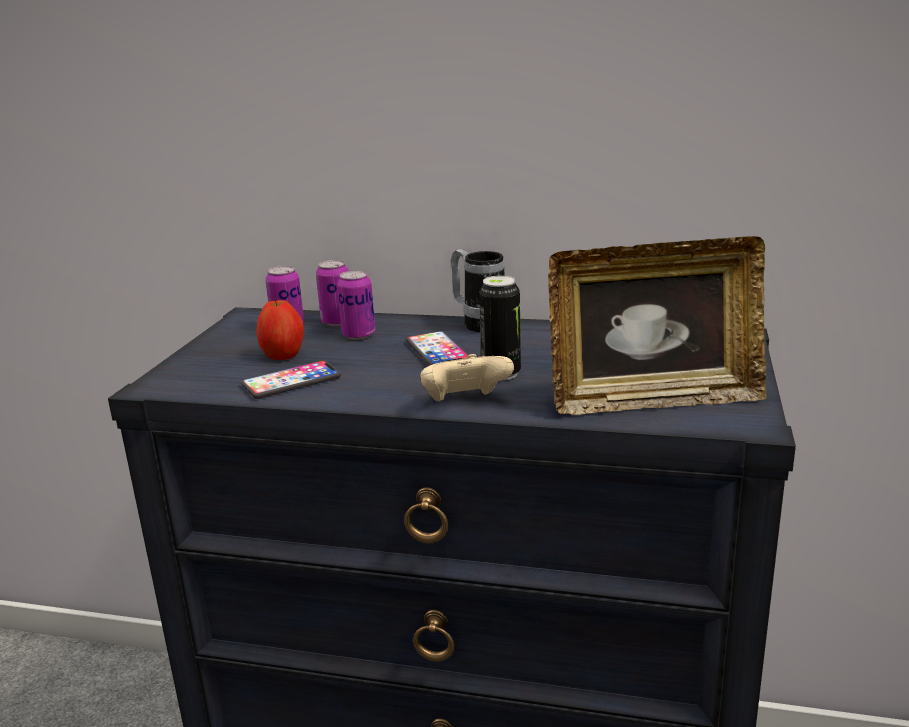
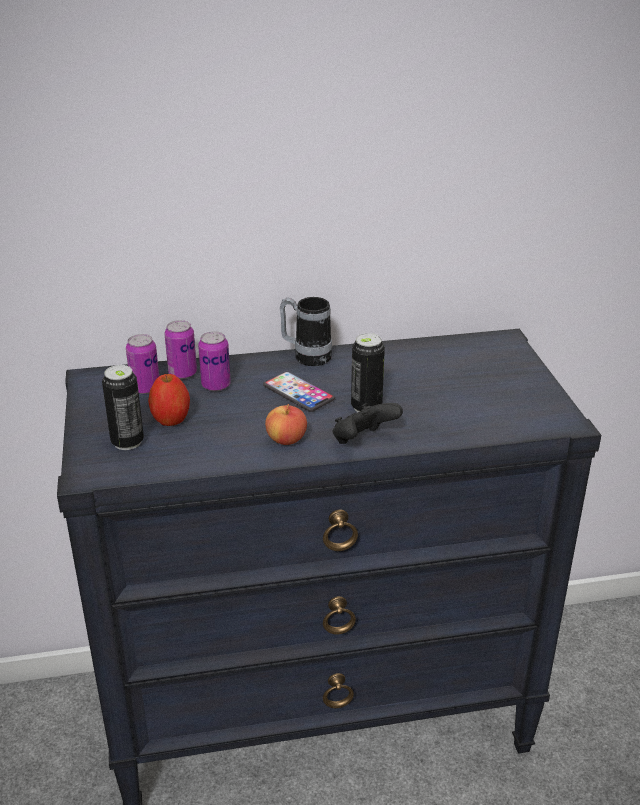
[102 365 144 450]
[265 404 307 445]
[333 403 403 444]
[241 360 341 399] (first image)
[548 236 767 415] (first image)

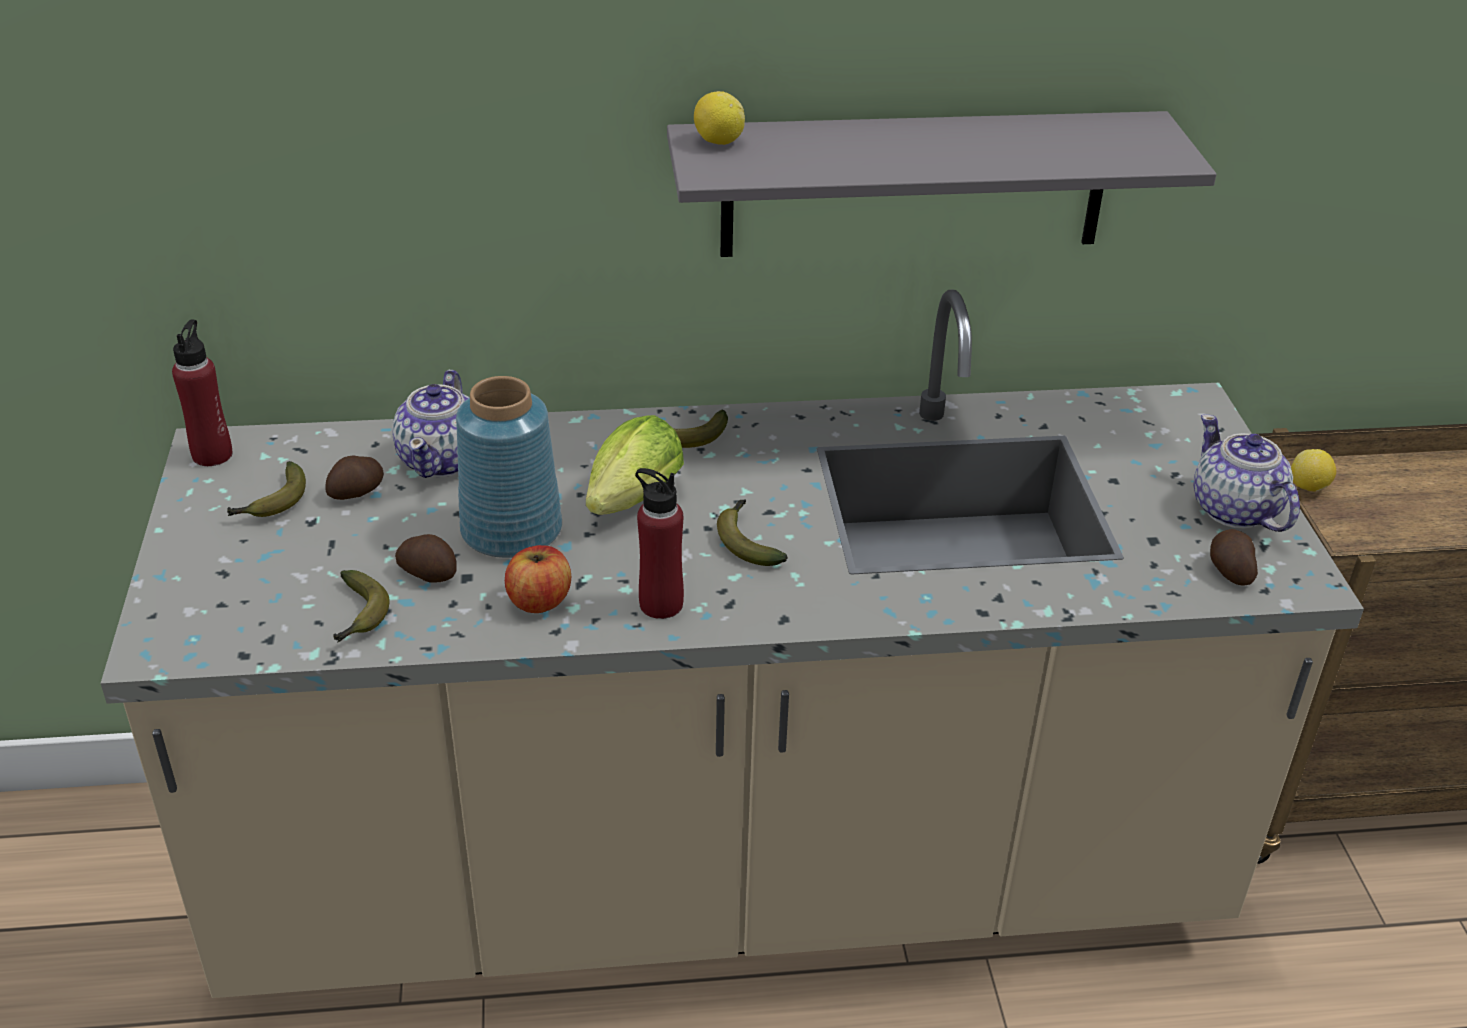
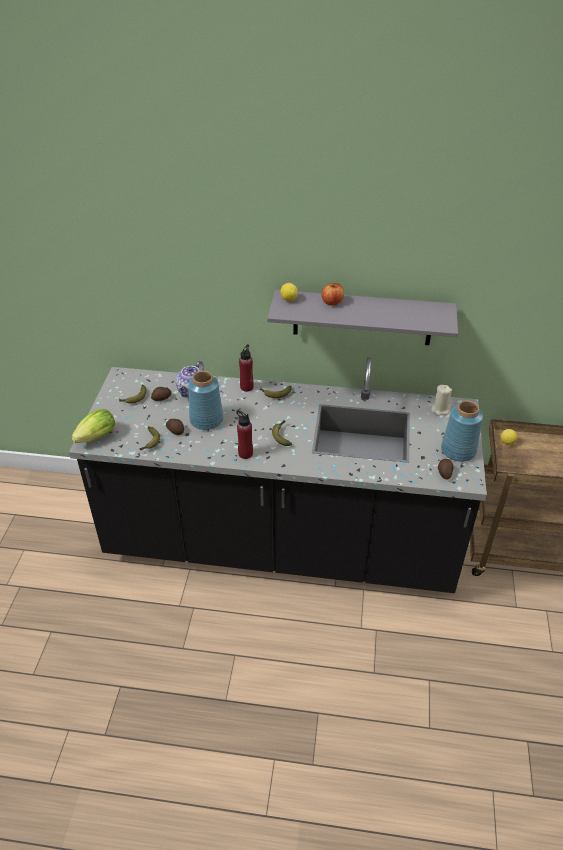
[69 357 487 593]
[71 409 115 443]
[239 344 254 392]
[322 283 344 305]
[431 385 452 416]
[441 400 483 462]

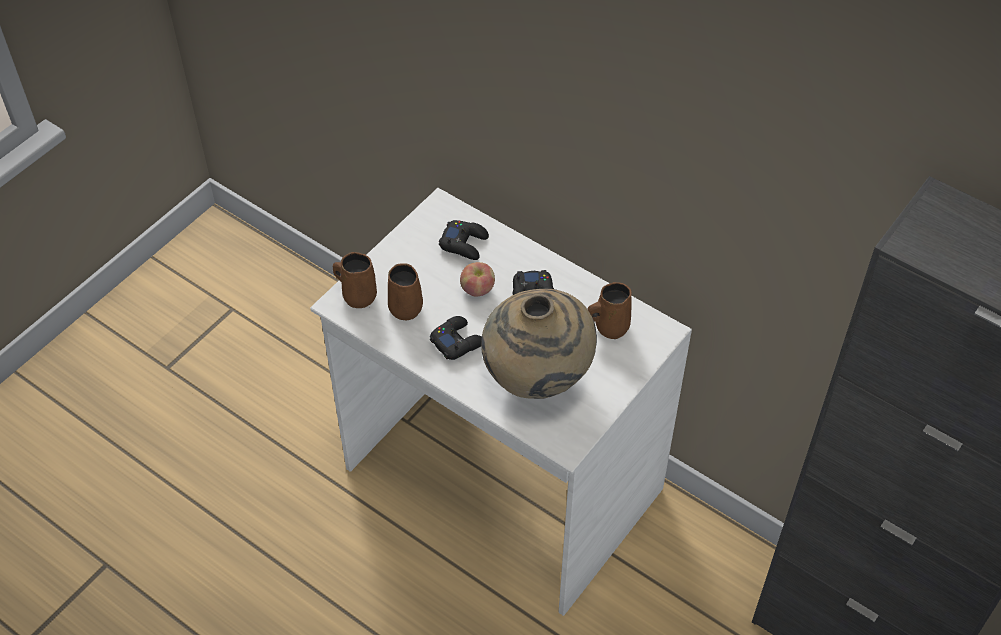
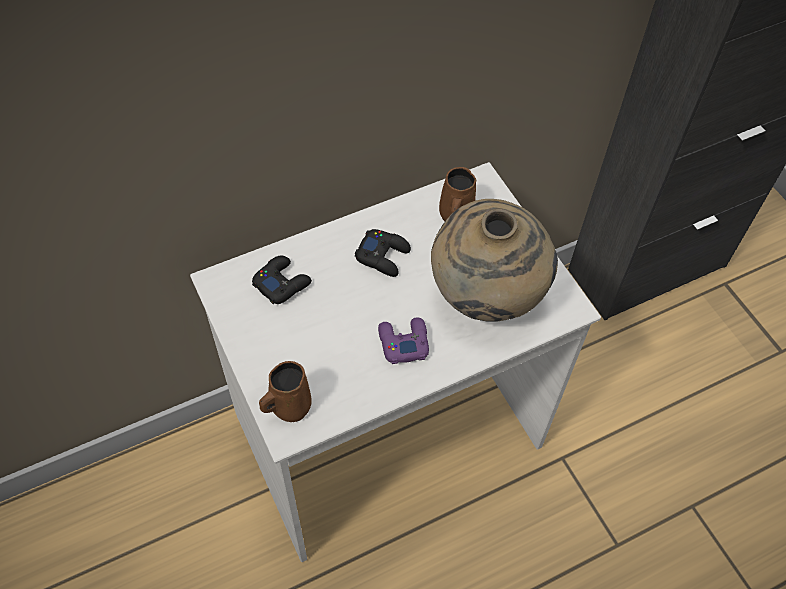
[378 317 429 364]
[388 263 423 320] (first image)
[460 262 495 297] (first image)

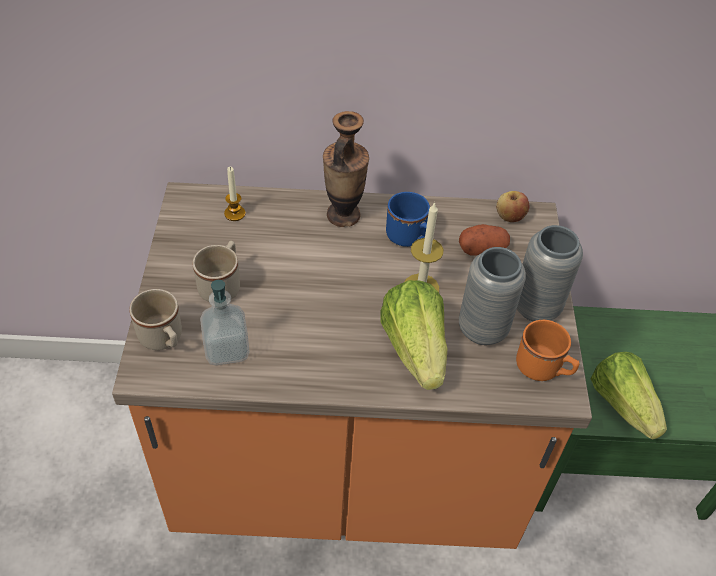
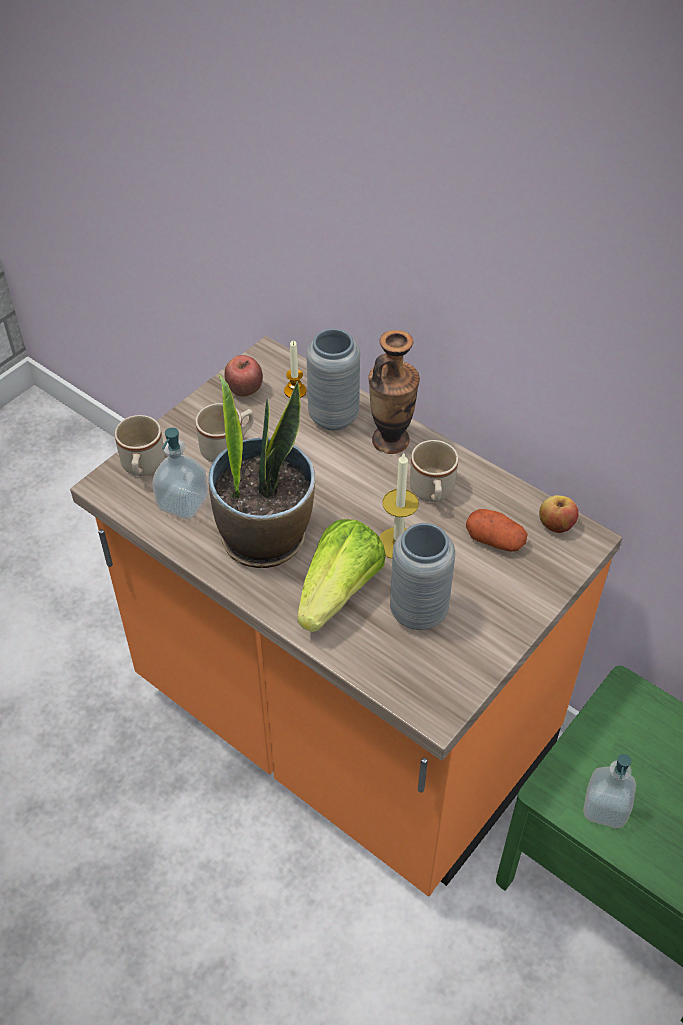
[209 374 316 568]
[224 355 263 397]
[306 329 360 430]
[410 440 458 502]
[583 754 636 828]
[516 320 580 381] (first image)

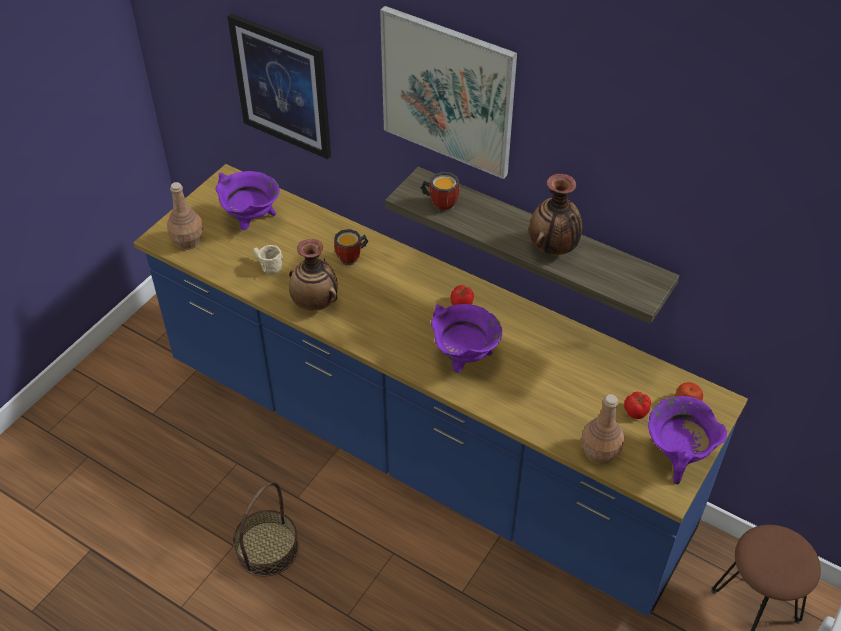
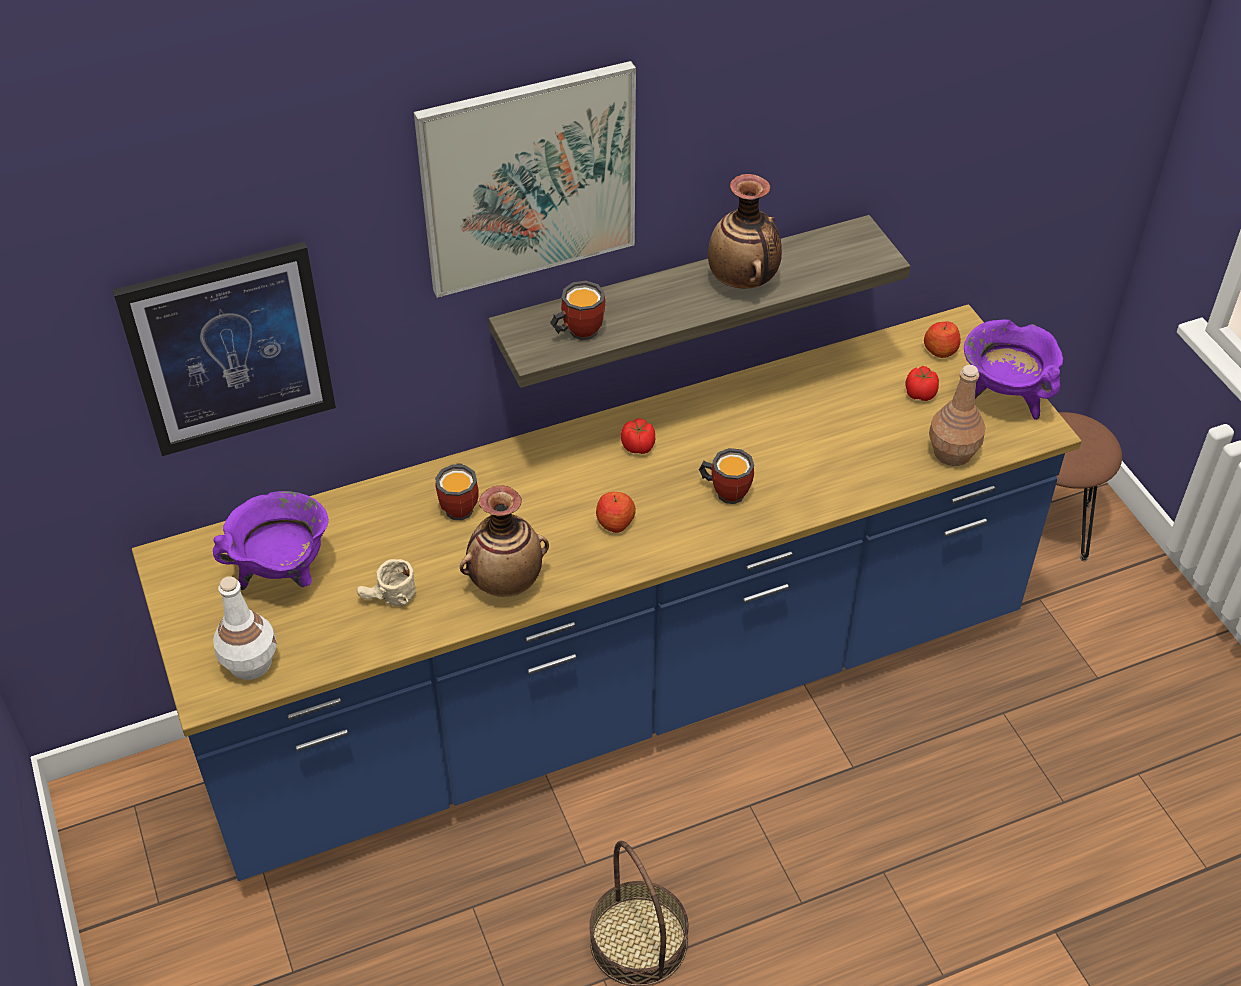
[213 576 277 680]
[596 492 636 533]
[699 448 754 504]

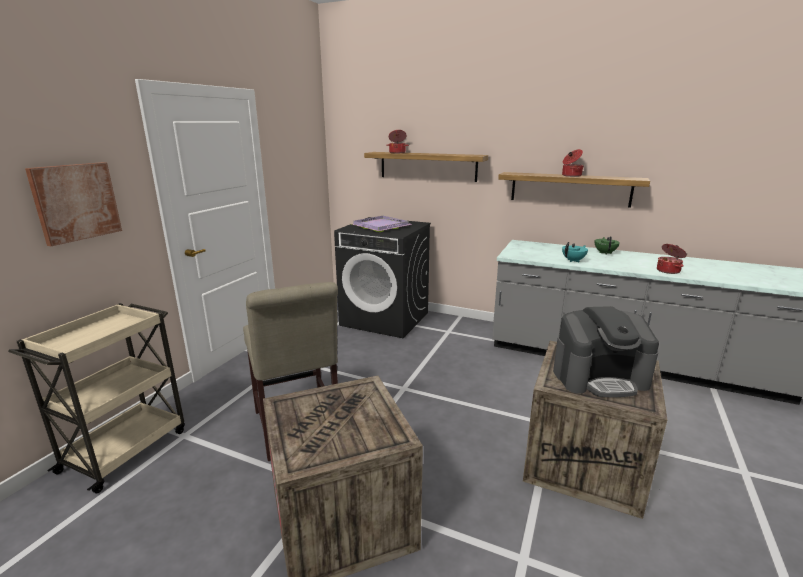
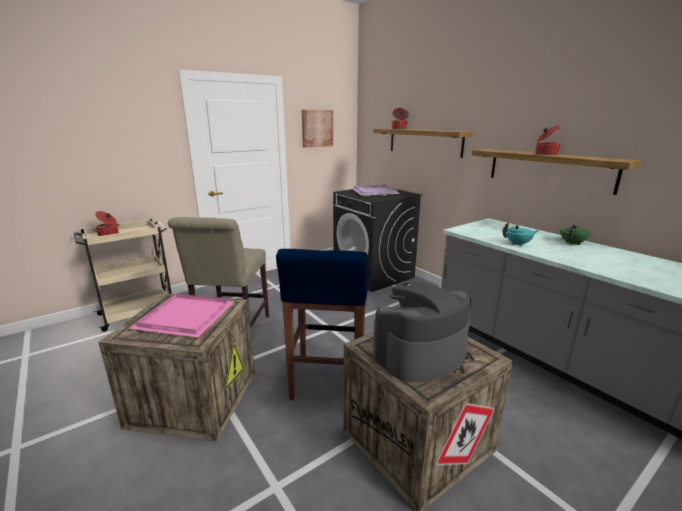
[94 211 120 236]
[130 294 234 337]
[276 249 369 400]
[302 110 333 148]
[373 281 471 383]

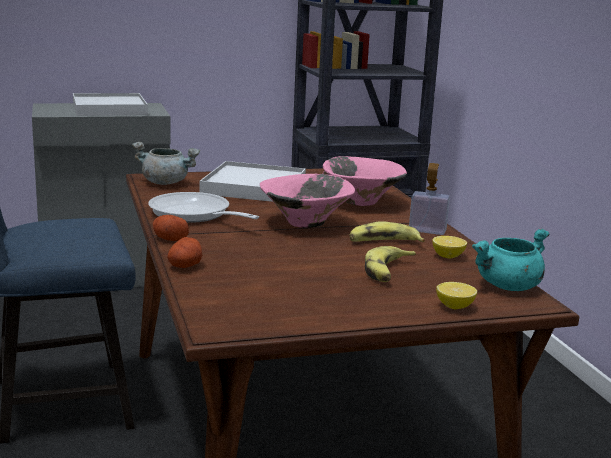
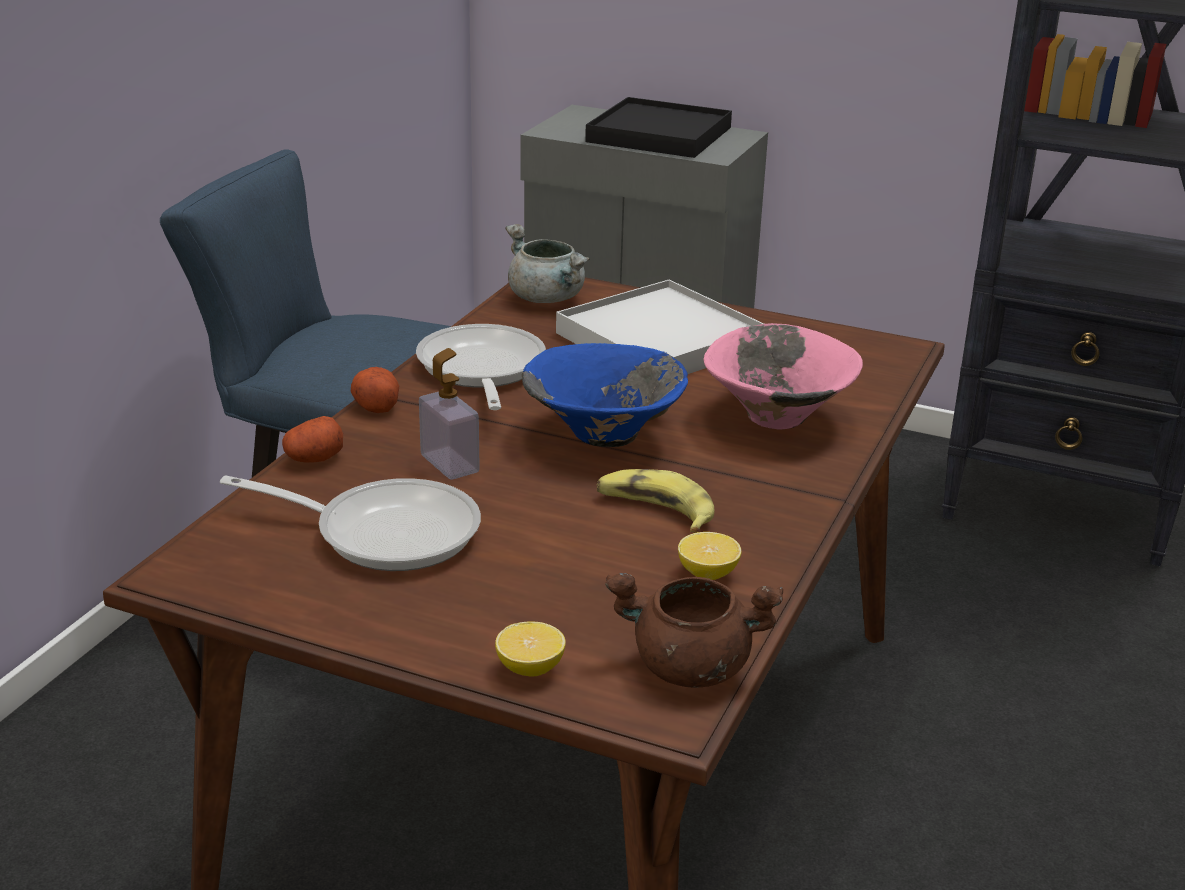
[220 475 481 571]
[419 348 480 480]
[522 343 688 447]
[585 97 732 158]
[605 573 783 688]
[365 246 416 282] (first image)

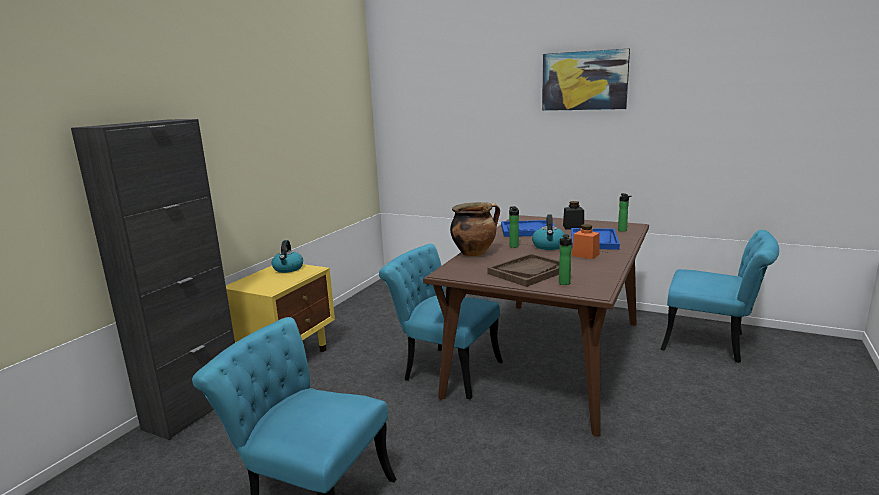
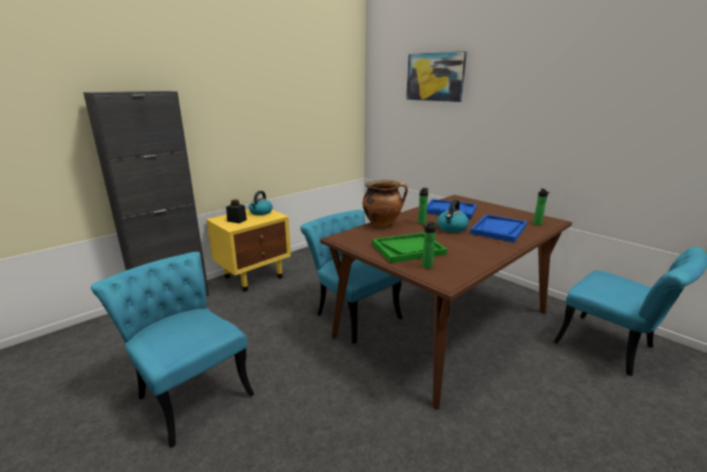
[226 199 247 223]
[372 232 447 263]
[406 51 467 102]
[572 224 599 259] (first image)

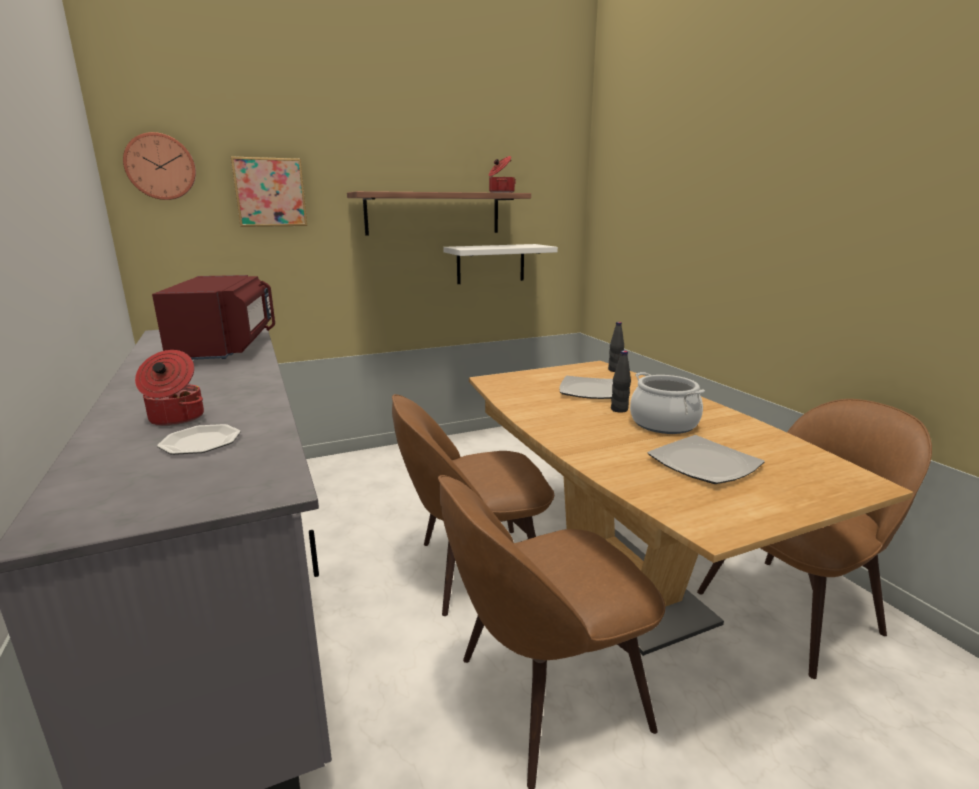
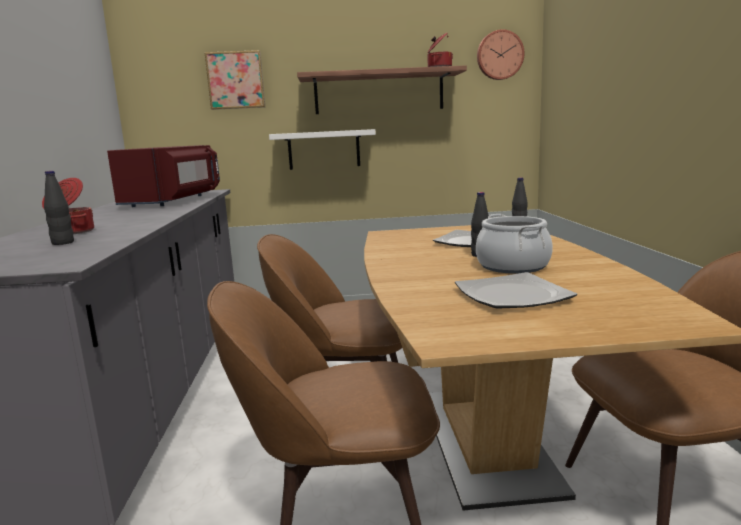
[44 171 74 245]
[269 129 376 170]
[477 29 525 80]

